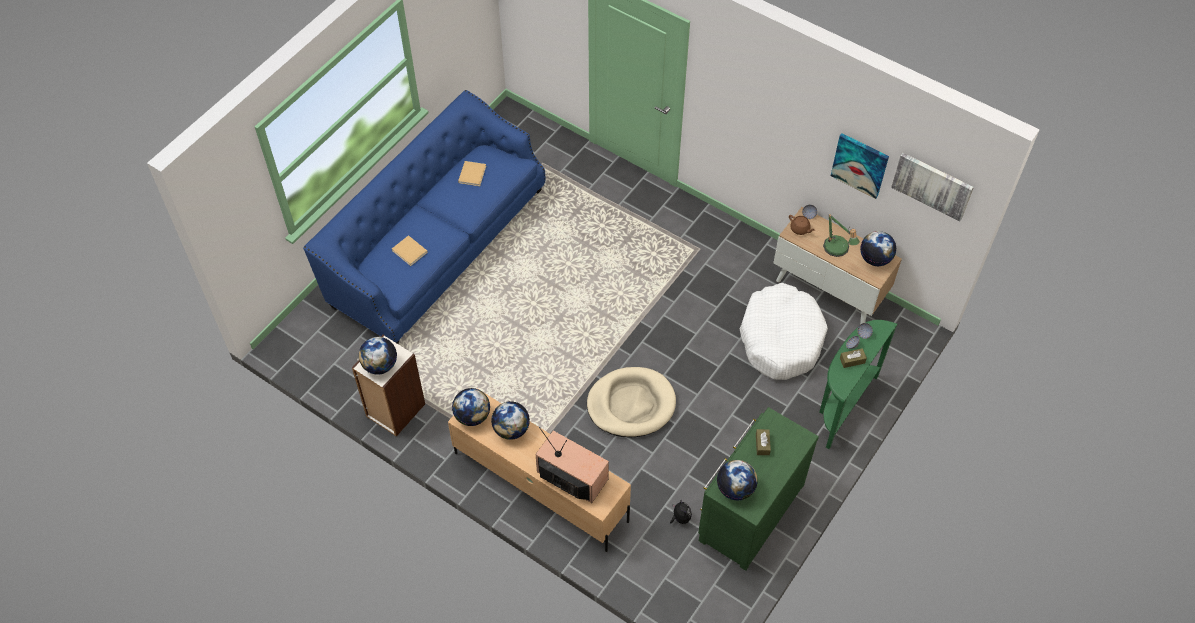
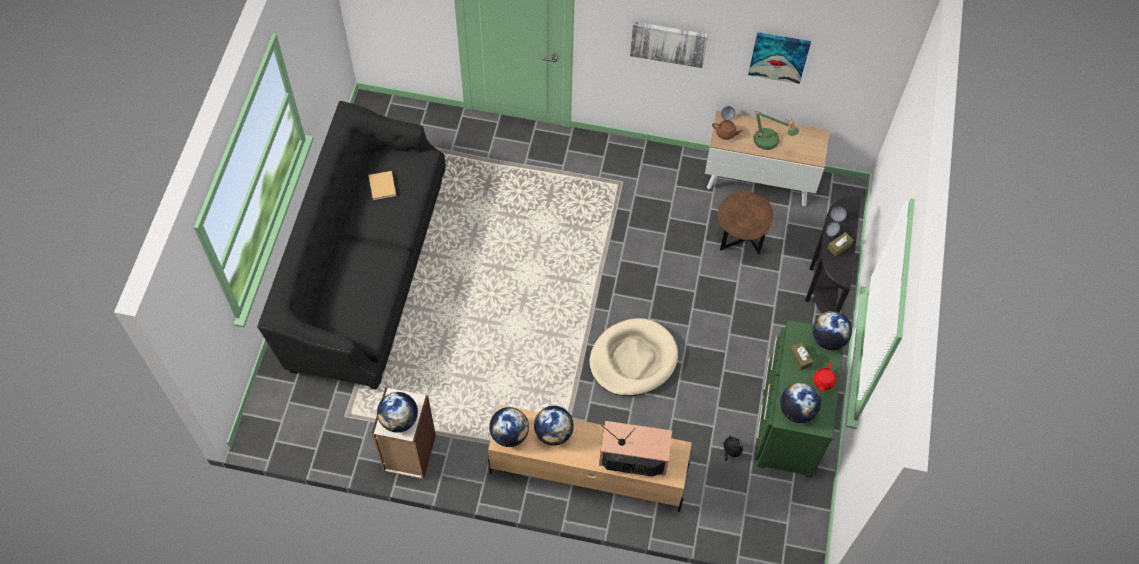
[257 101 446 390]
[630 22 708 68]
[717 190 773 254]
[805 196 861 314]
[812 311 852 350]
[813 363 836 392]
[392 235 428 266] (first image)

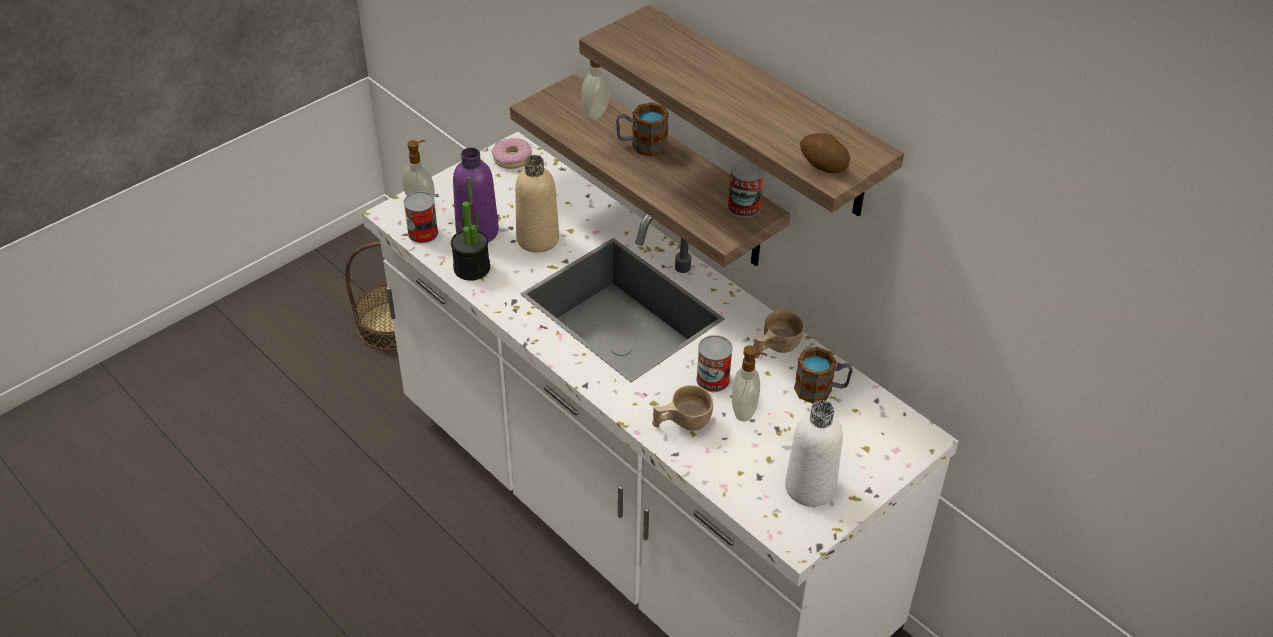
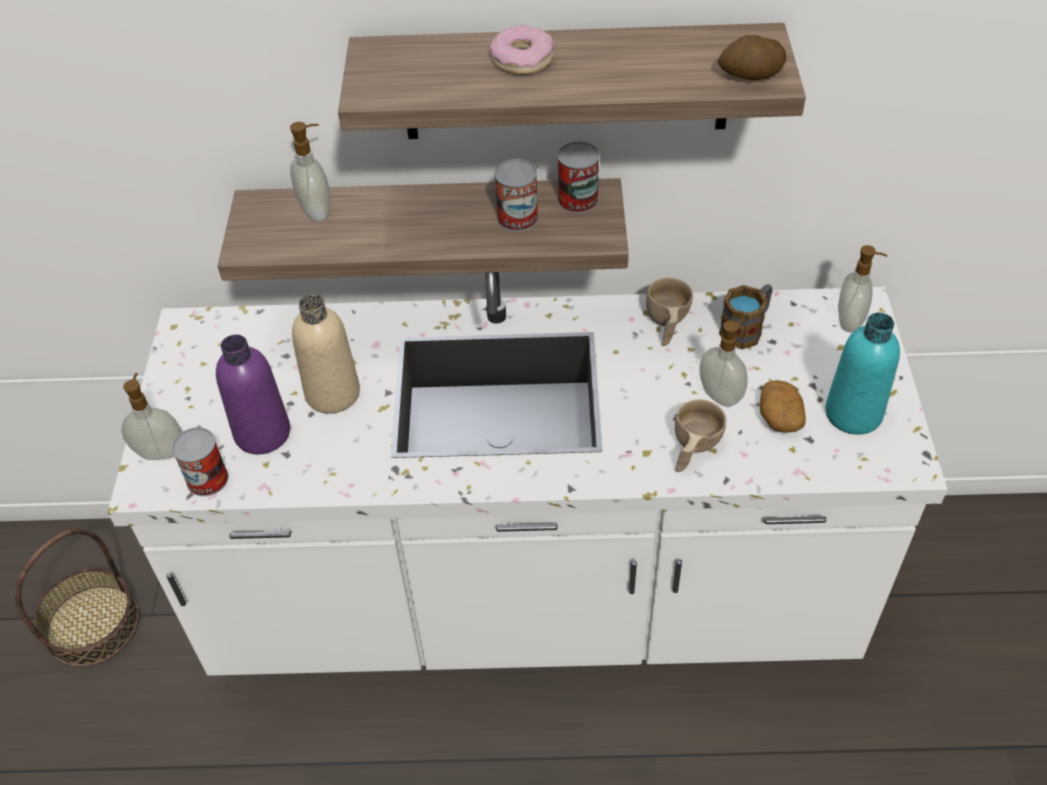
[490 25 554 75]
[494 159 538 232]
[760 380 806 433]
[825 313 900 435]
[838 245 887 332]
[451 177 490 281] (first image)
[616 102 669 156] (first image)

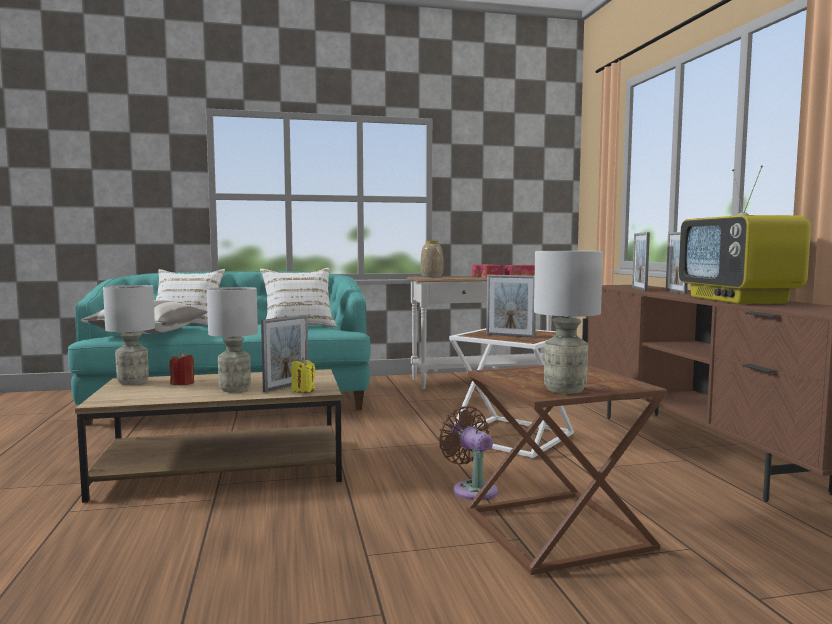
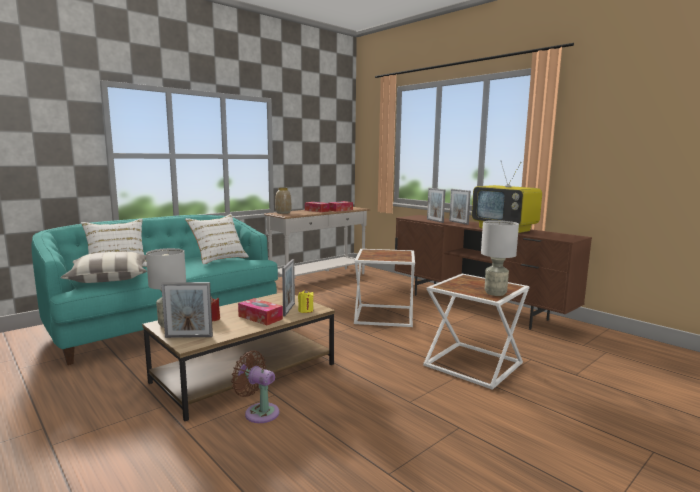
[161 282 213 338]
[231 351 279 423]
[238 298 283 325]
[423 274 529 390]

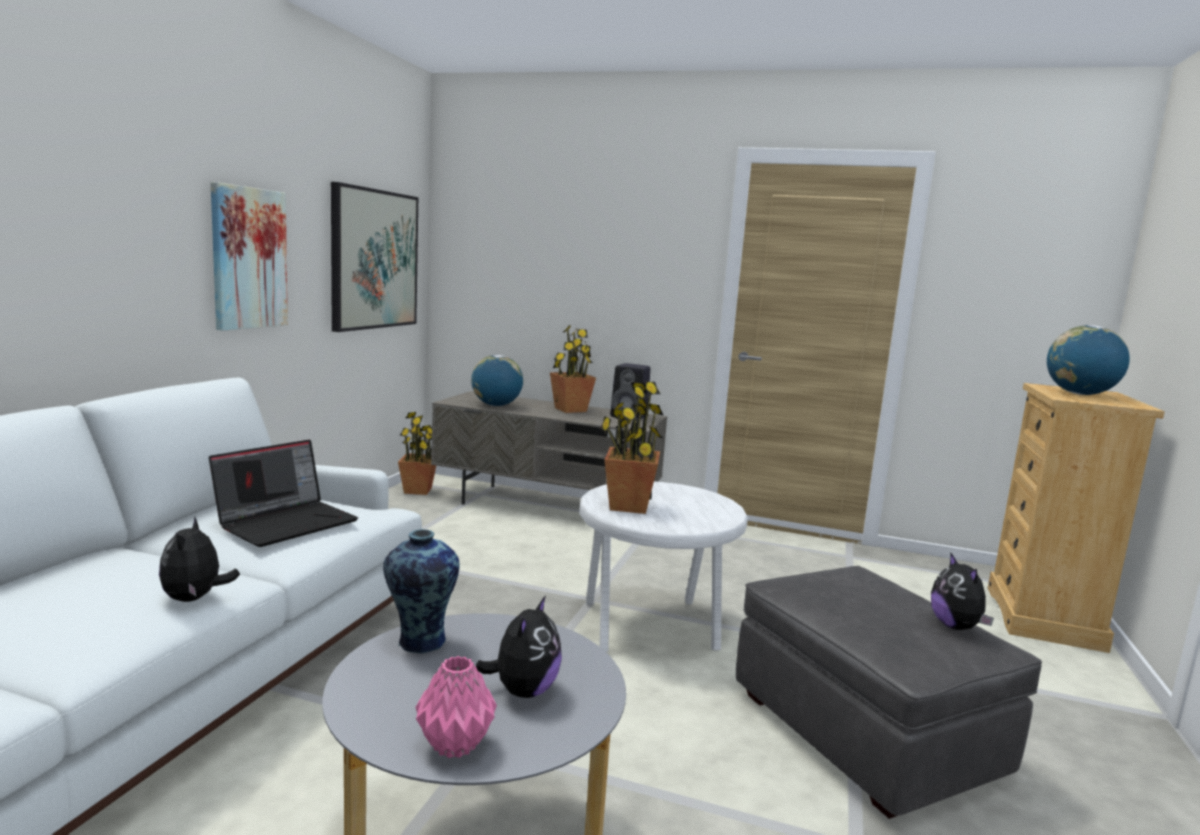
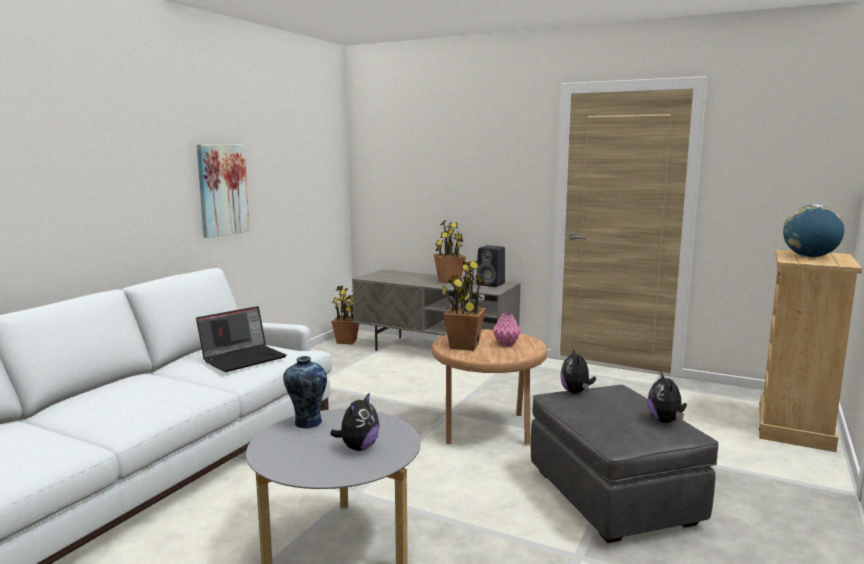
[432 330 547 445]
[492 313 521 347]
[561 347 596 394]
[331 182 418 332] (first image)
[471 355 523 406] (first image)

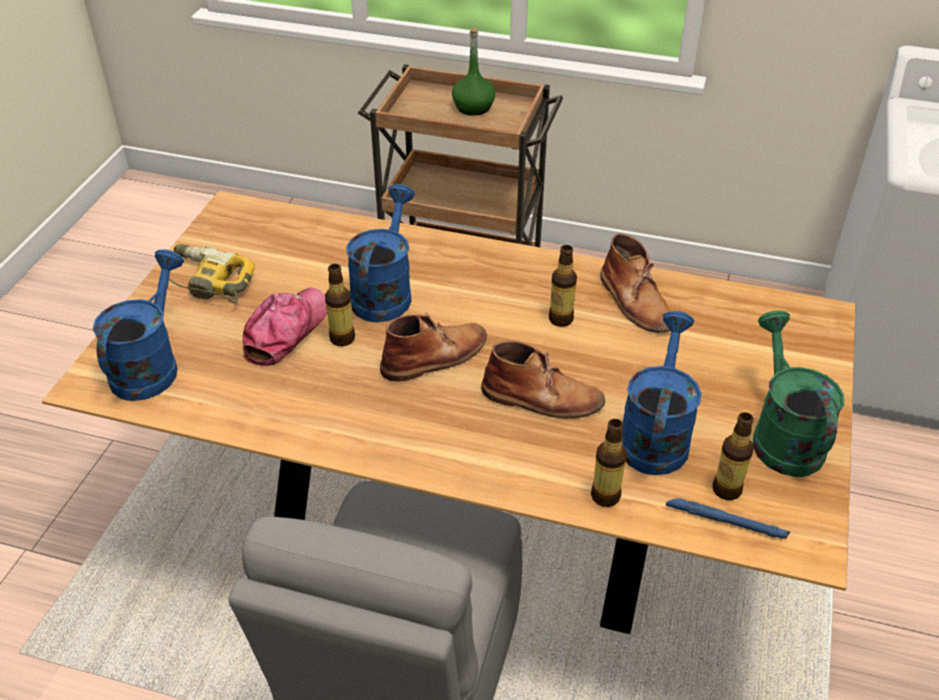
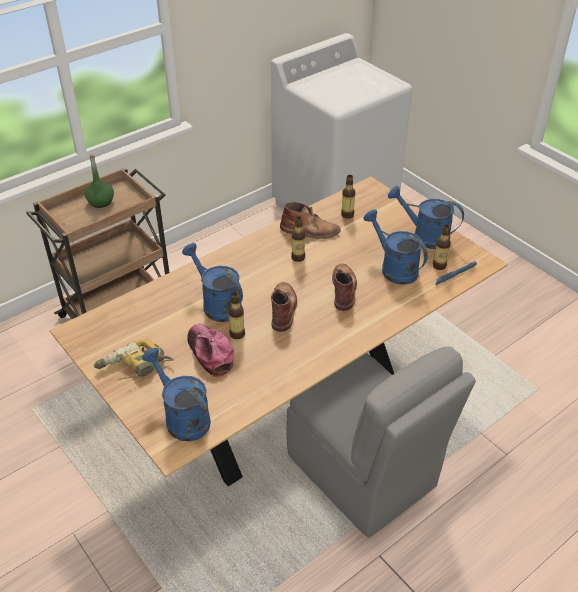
[332 263 357 311]
[341 175 355 218]
[388 186 464 249]

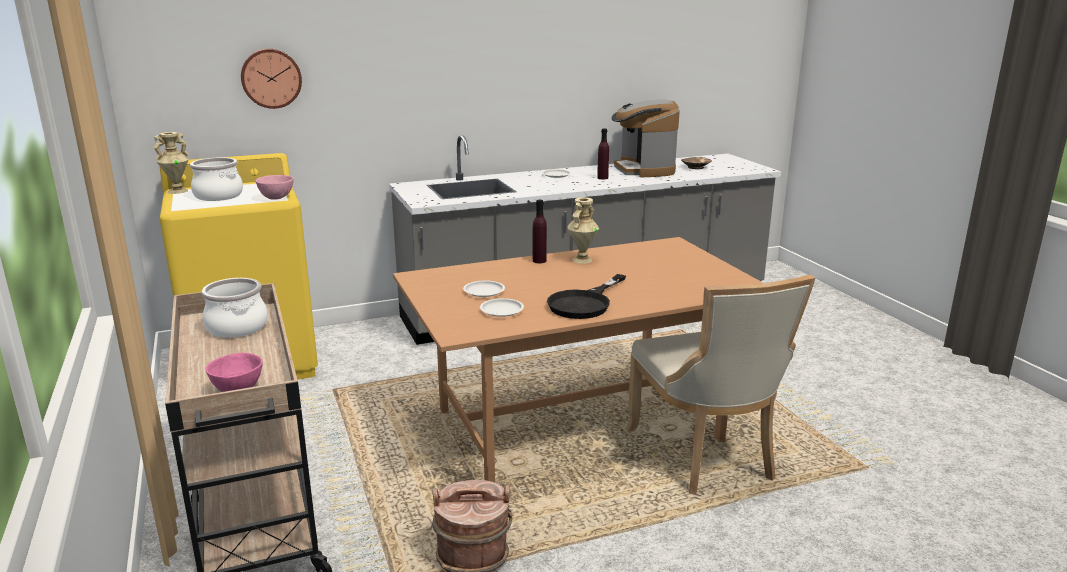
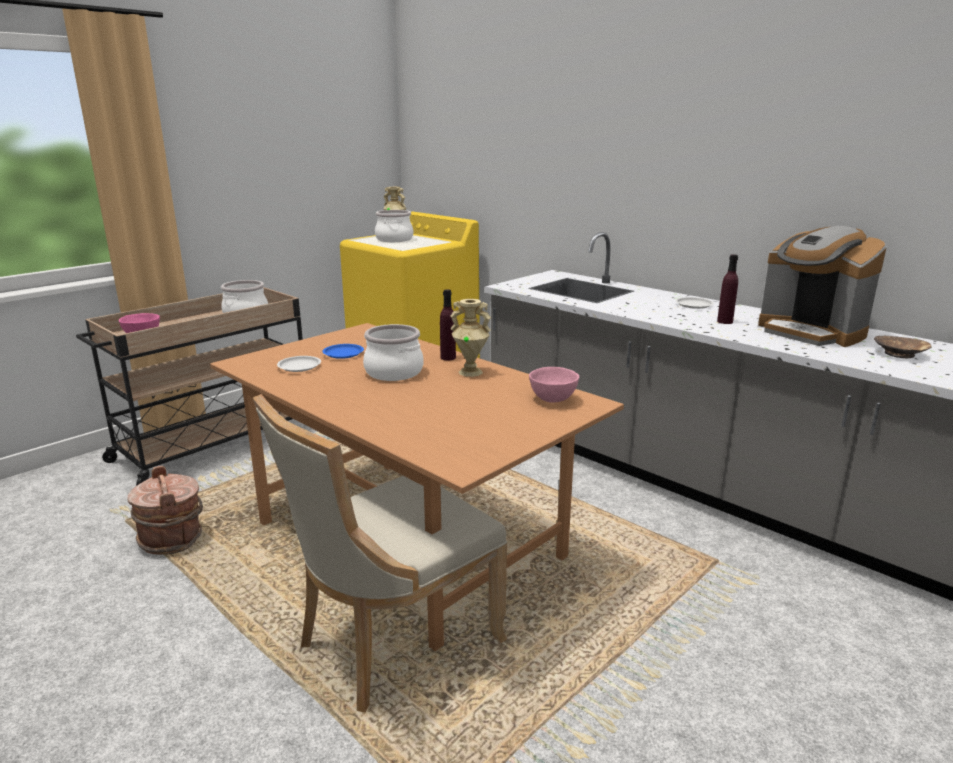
[322 344 364 359]
[363 324 423 381]
[529 367 579 403]
[758 226 887 347]
[241 49 302 109] (first image)
[547 274 626 319] (first image)

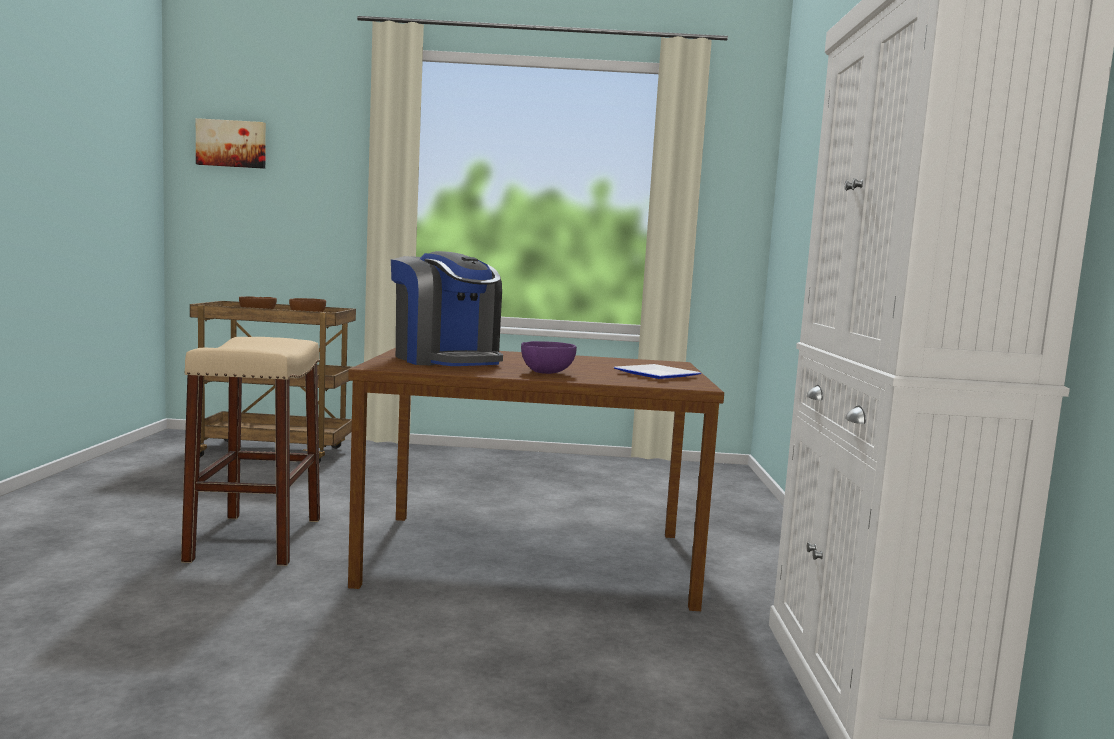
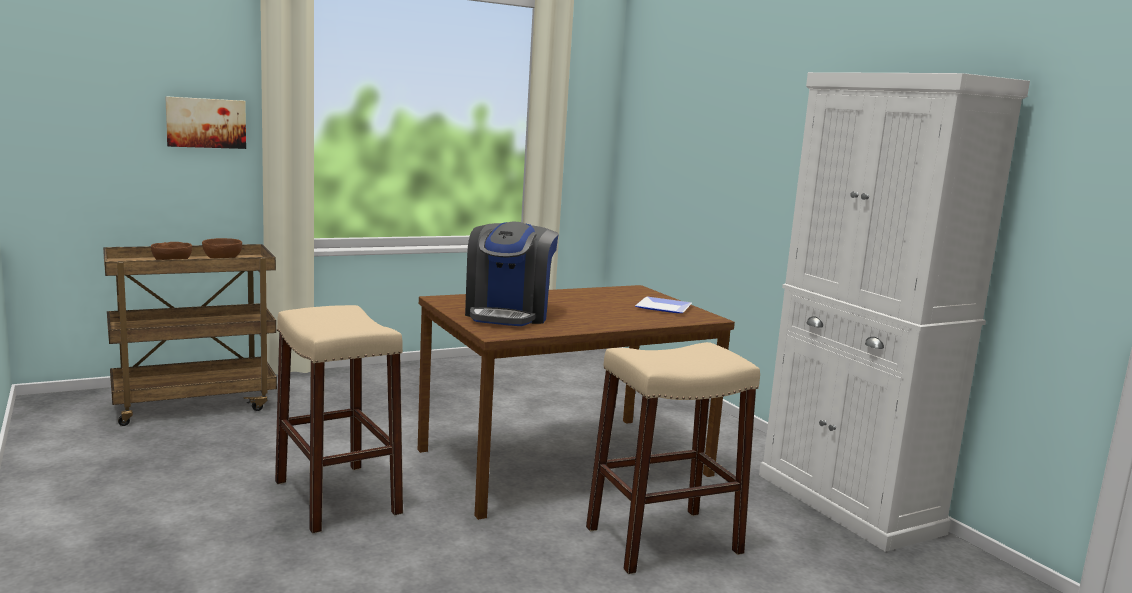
[165 96 246 149]
[465 221 559 326]
[586 342 760 574]
[521 341 577 374] (first image)

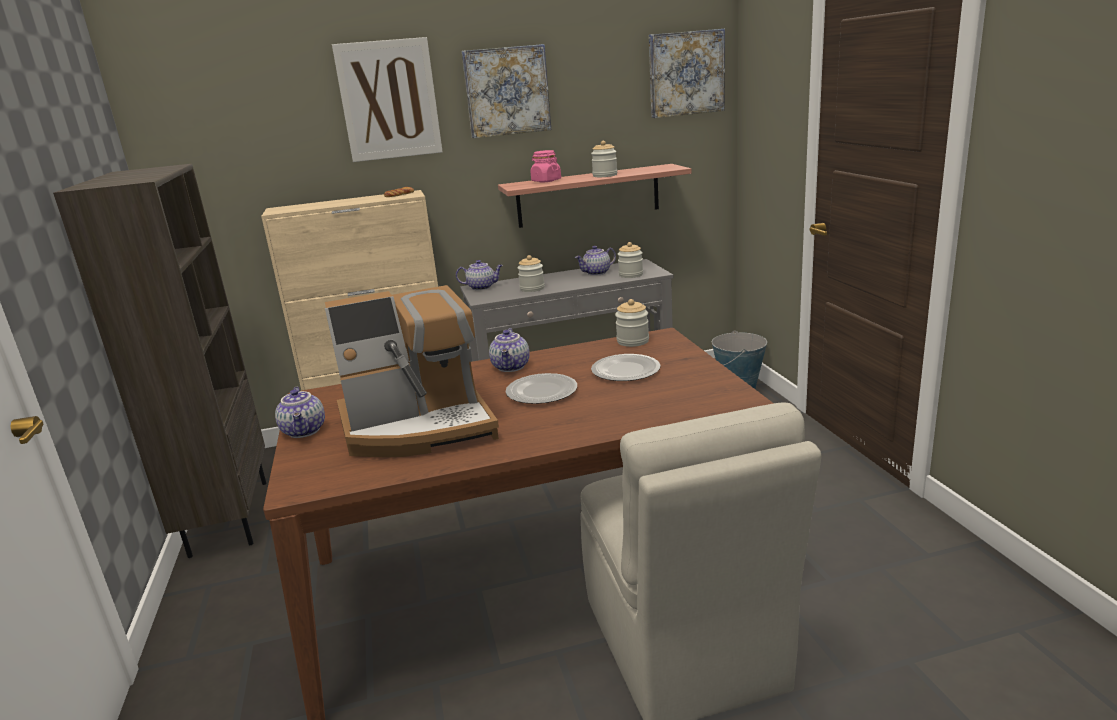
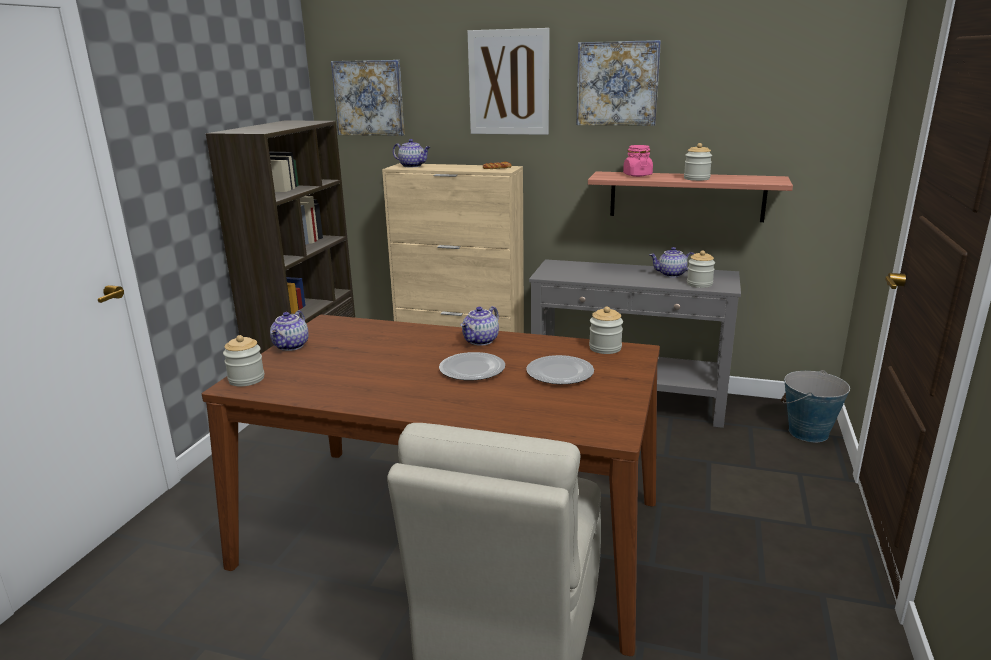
[223 335 264 387]
[331 60 405 136]
[393 139 430 168]
[325 285 499 457] (first image)

